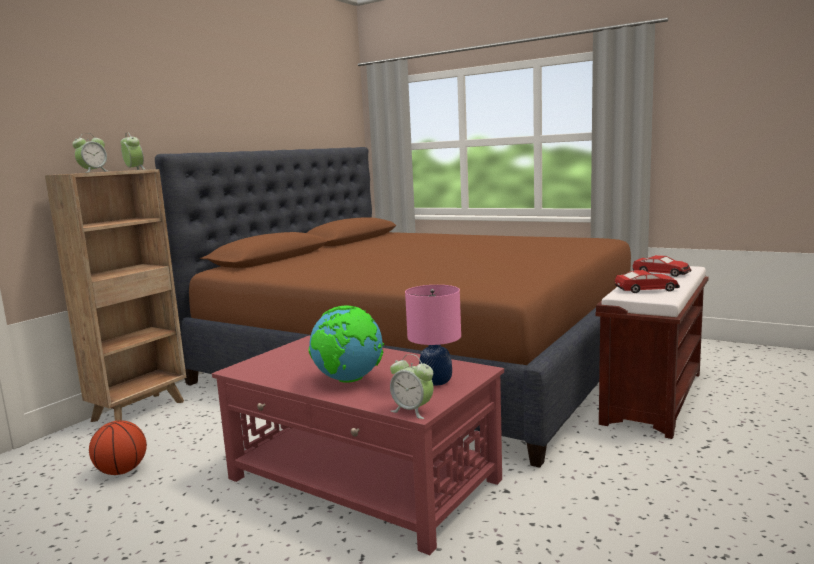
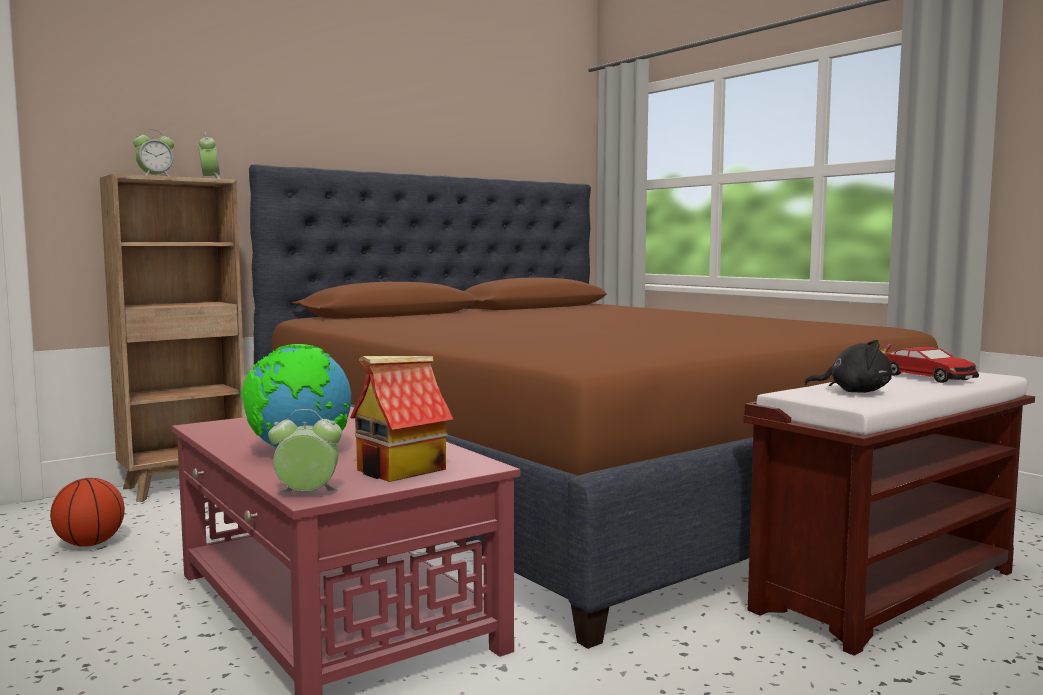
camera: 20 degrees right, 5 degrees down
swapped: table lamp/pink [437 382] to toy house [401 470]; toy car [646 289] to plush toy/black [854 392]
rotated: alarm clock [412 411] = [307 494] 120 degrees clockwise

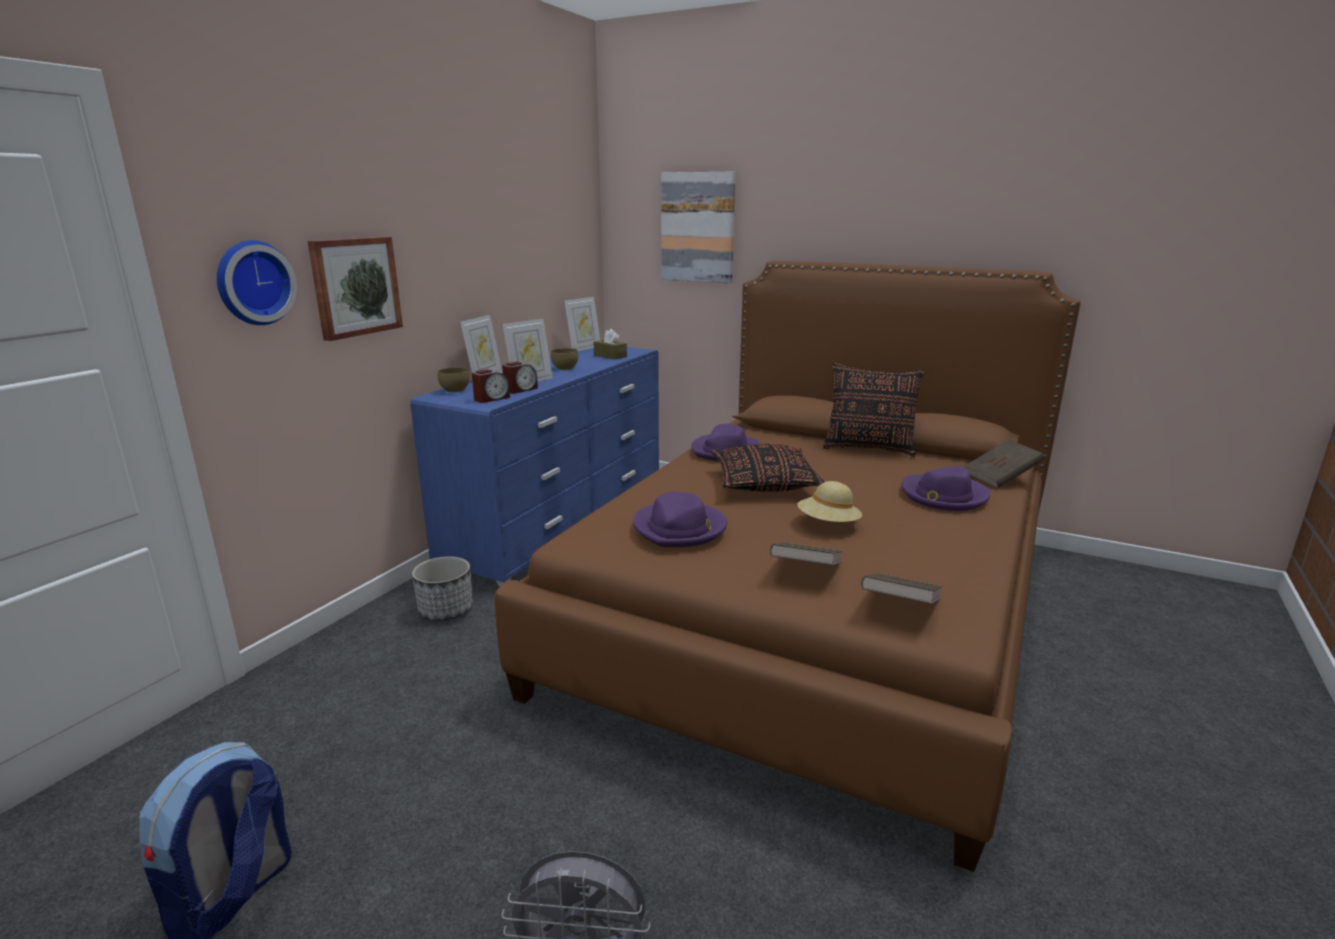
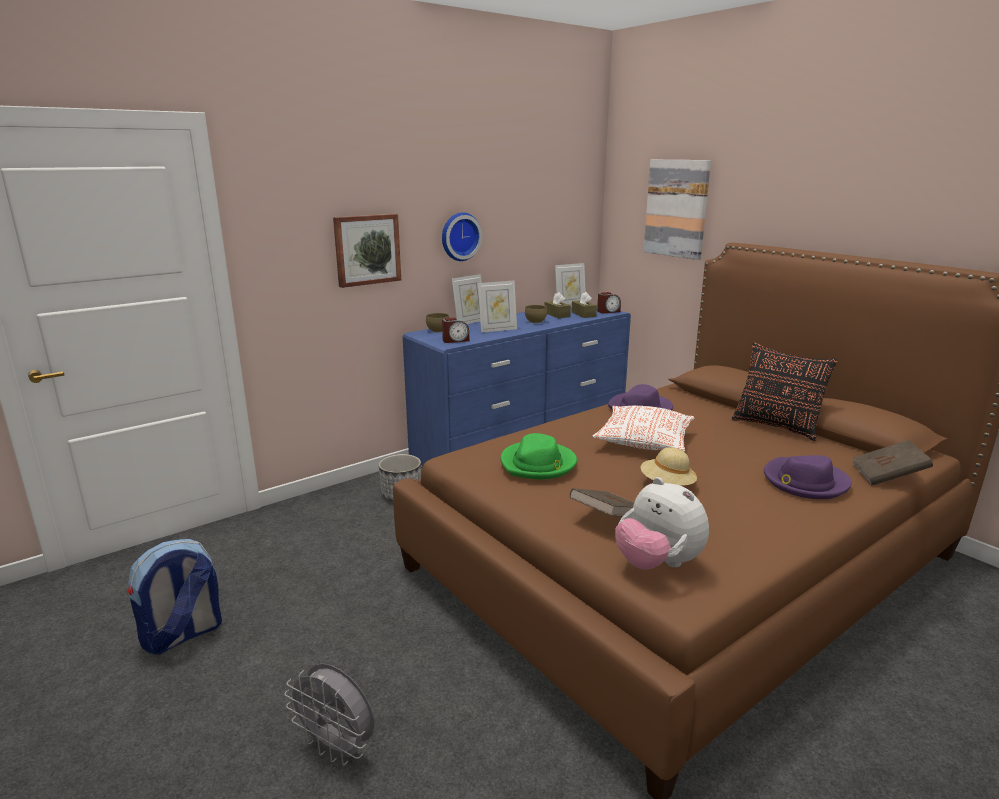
camera: 25 degrees right, 0 degrees up
new: tissue box/brown [557 315]
shifted: wall clock [253 283] to [459 236]; alarm clock [520 390] to [608 311]
swapped: book/brown [899 607] to plush toy [657 564]
repainted: hat/purple [680 528] to hat/green [538 464]; pillow/black [764 484] to pillow/white [644 441]

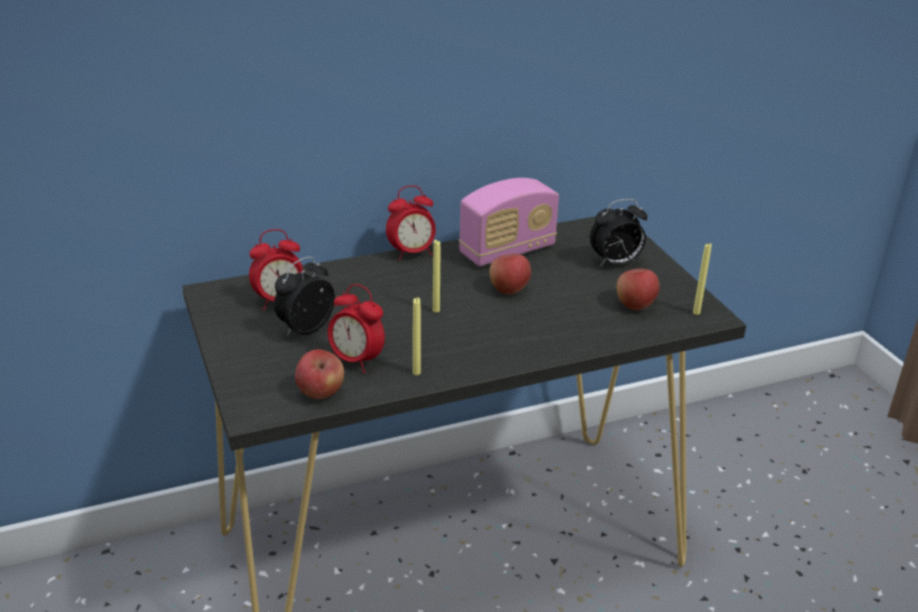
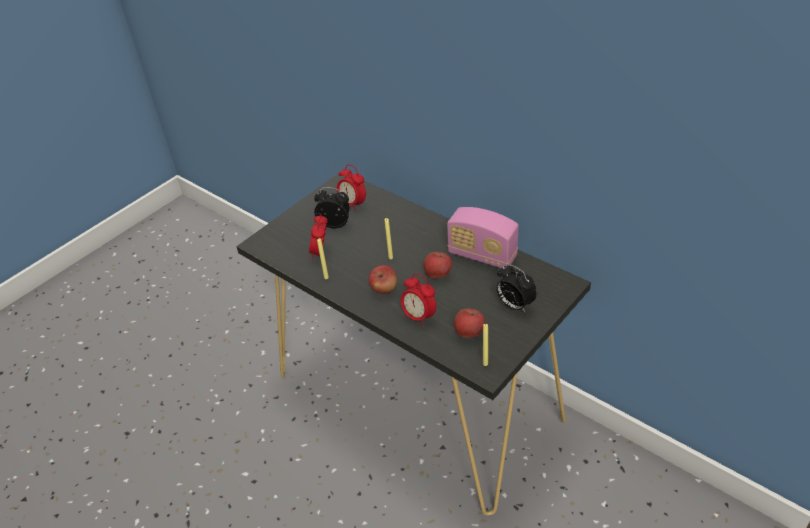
camera: 65 degrees right, 10 degrees up
shifted: apple [320 393] to [384 289]; alarm clock [412 253] to [419 317]

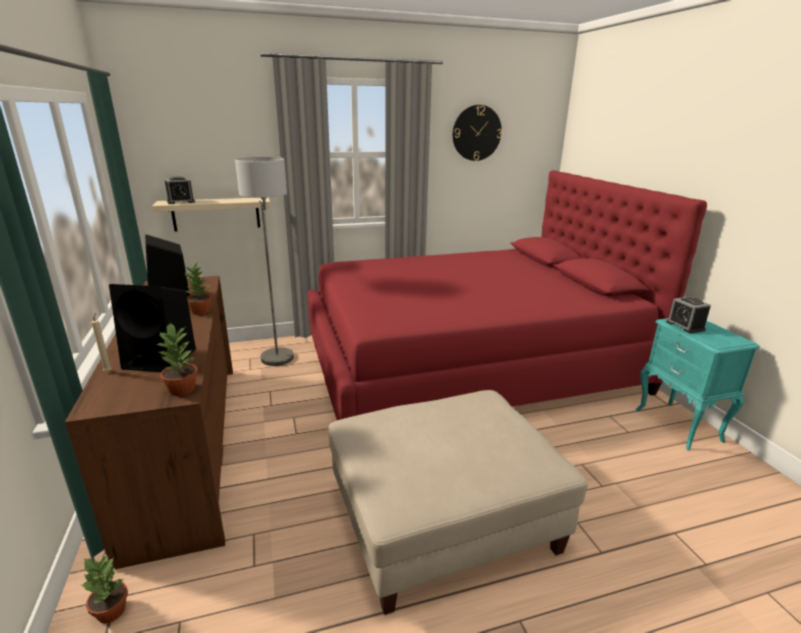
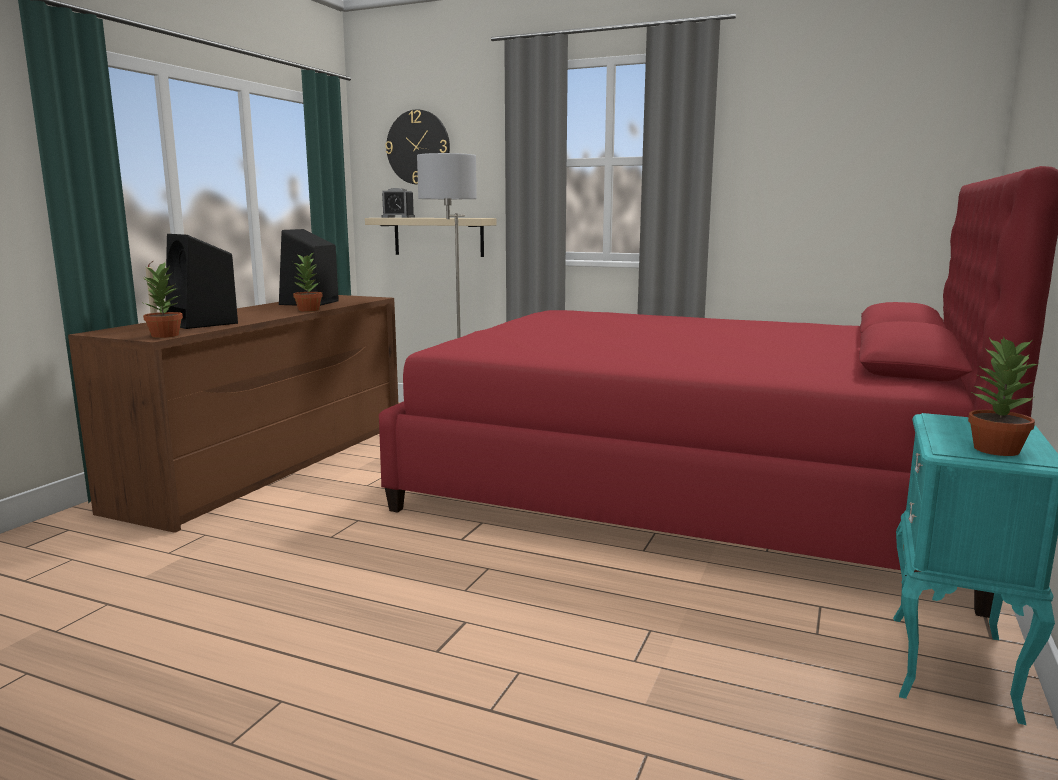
camera: 40 degrees right, 10 degrees down
gone: ottoman/beige [443 518]; alarm clock [685 326]
shifted: wall clock [476 133] to [418 147]; potted plant [110 611] to [994 449]

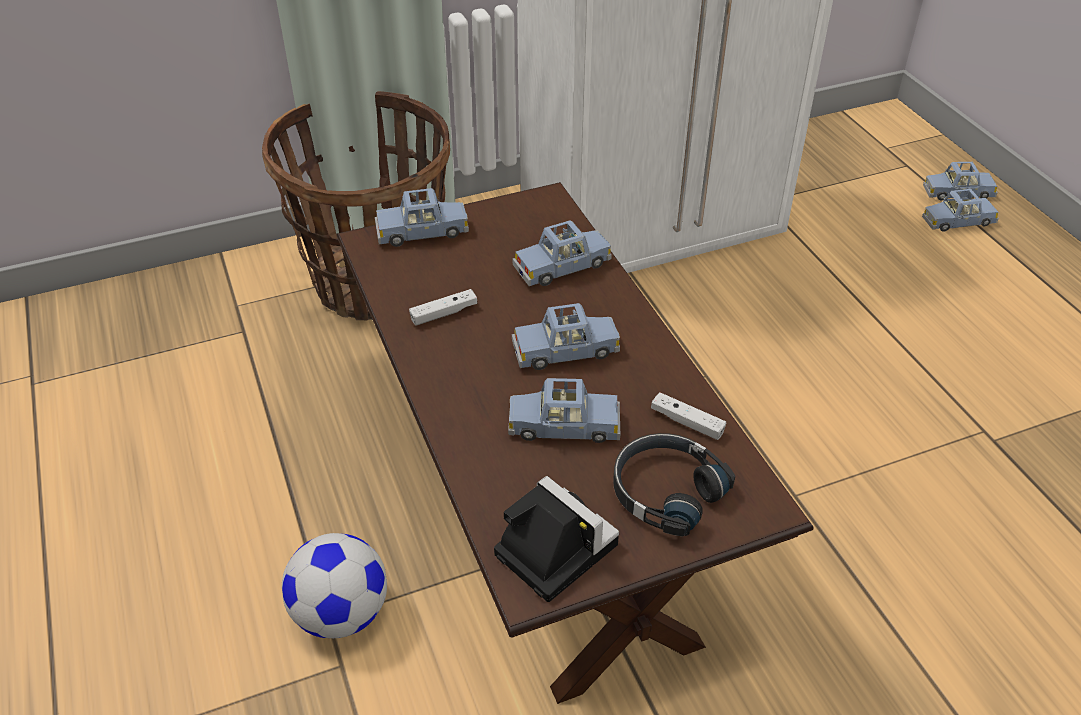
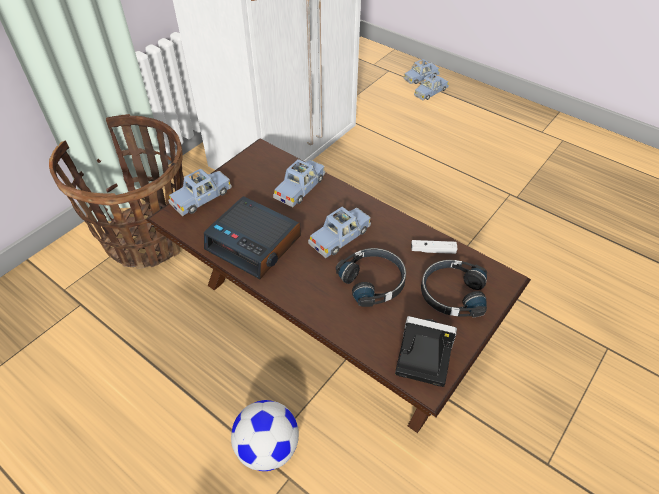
camera: 30 degrees left, 5 degrees up
swapped: game controller/white [444 313] to alarm clock [254 243]; toy car/blue [564 426] to headphones/black [373 281]

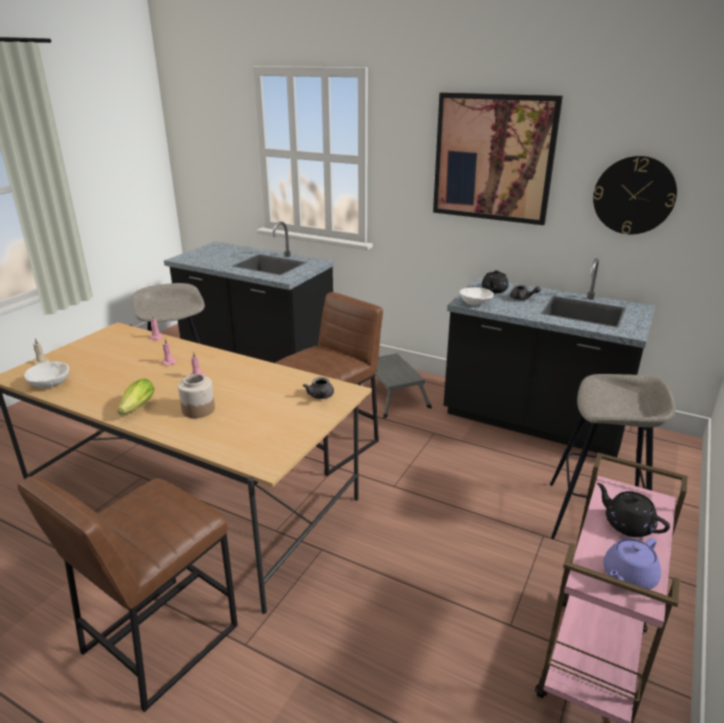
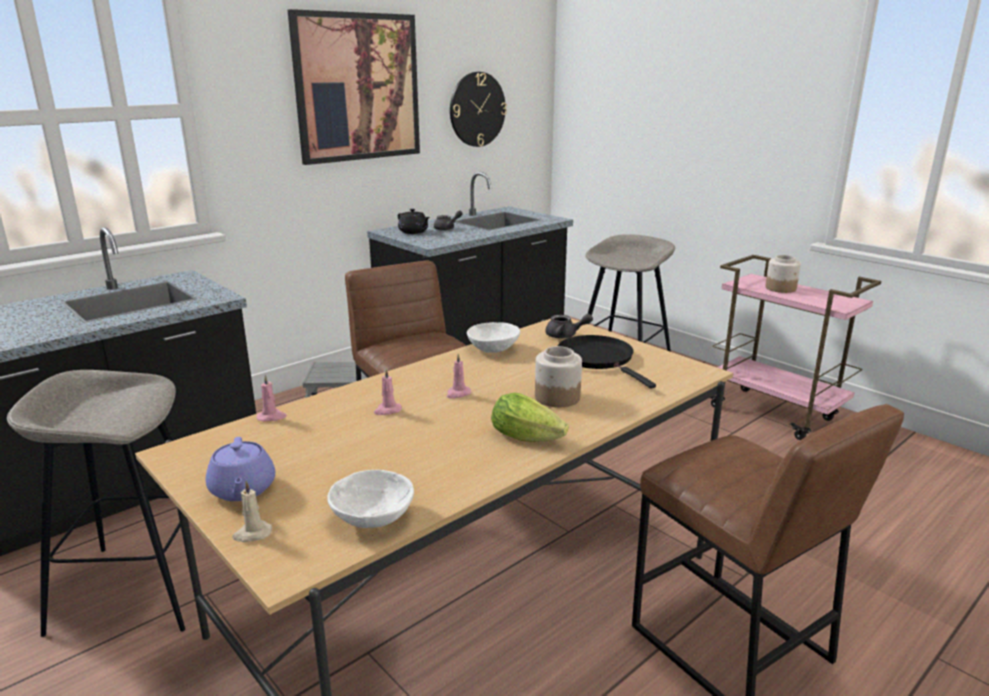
camera: 70 degrees left, 5 degrees down
new: frying pan/black [598 359]
shifted: teapot/purple [628 577] to [242 490]; bowl/white [476 304] to [494 349]
swapped: teapot/black [627 524] to jar [781 288]

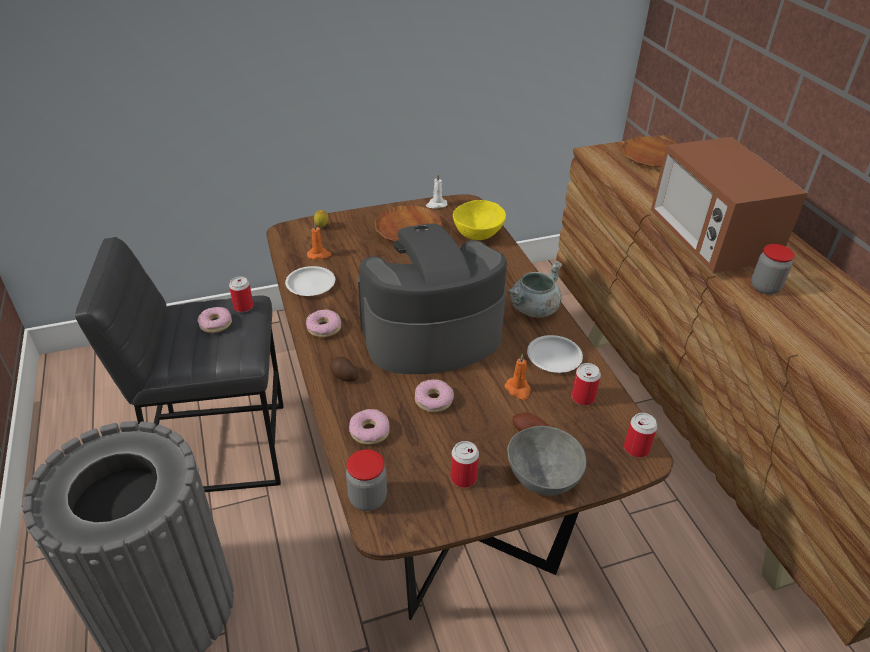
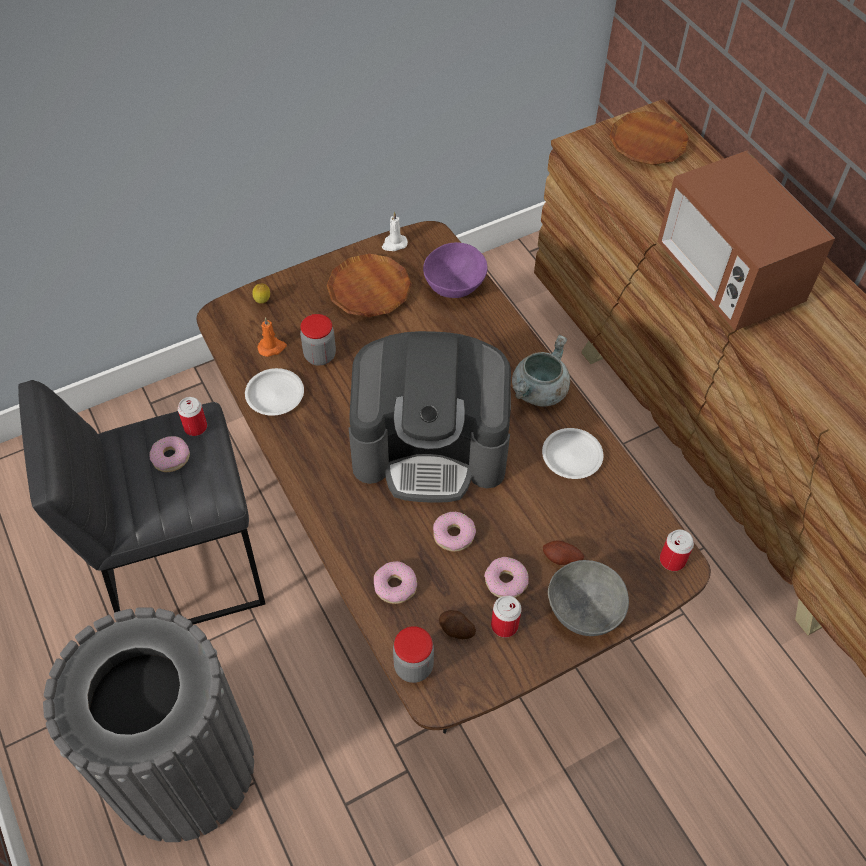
camera: 10 degrees left, 15 degrees up
gone: candle/orange [518 389]; can [583 398]
shifted: jar [765 287] to [320 355]; potato [343 376] to [456 630]; donut [324 328] to [506 581]
repainted: bowl/yellow [479 234] to bowl/purple [455 286]
rotated: coffee machine [430 334] = [431 446] 150 degrees counterclockwise

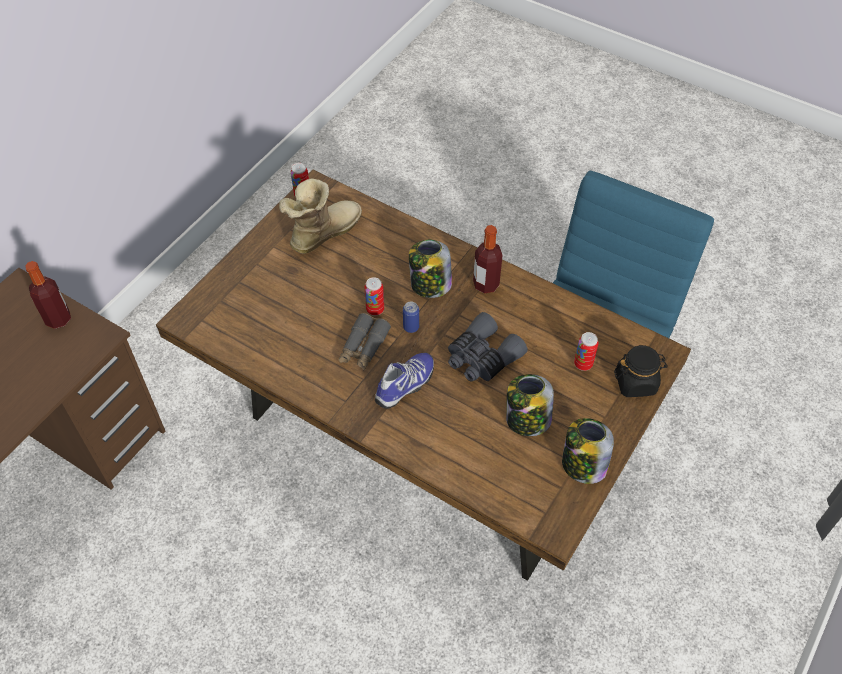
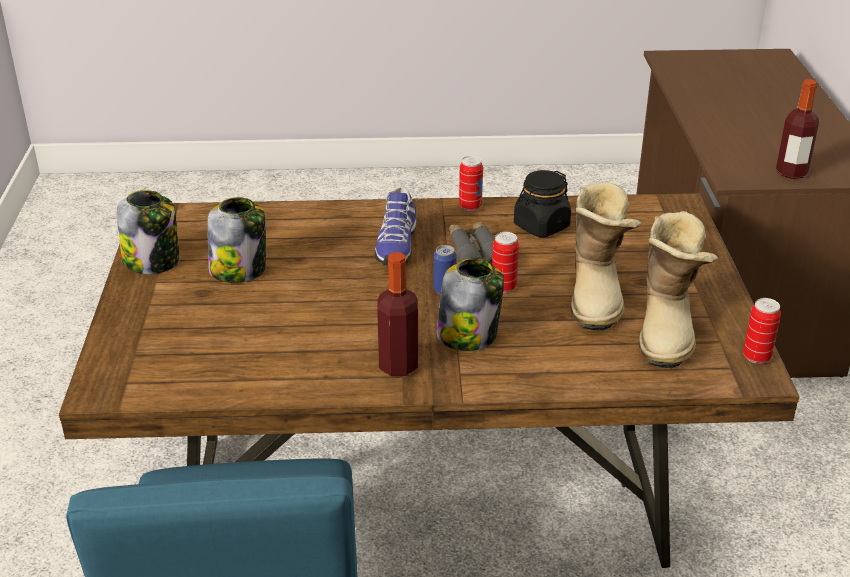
camera: 145 degrees right, 20 degrees down
gone: binoculars/grey [482 357]
new: boot [598 295]
shifted: can [583 364] to [470 207]; jar/black [636 382] to [541 226]

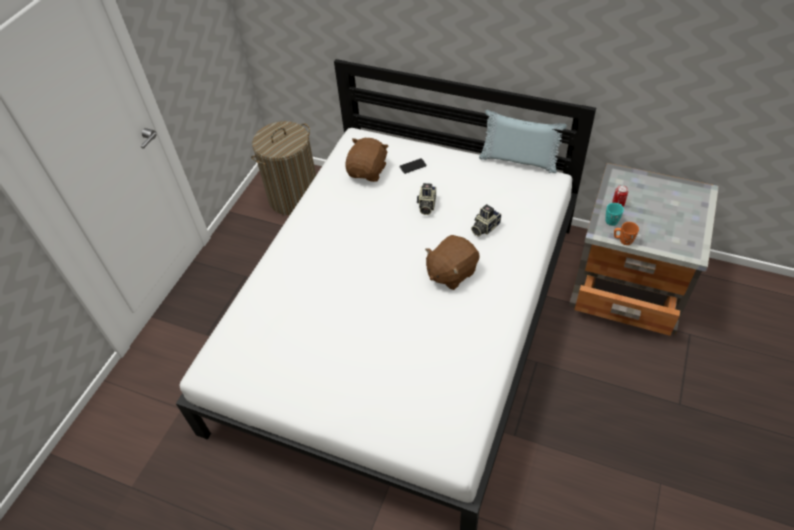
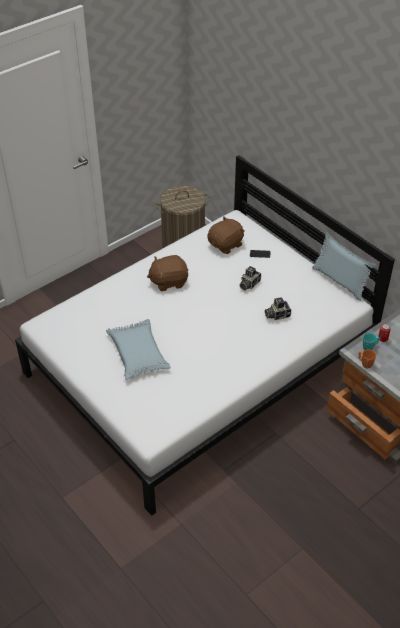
camera: 25 degrees right, 5 degrees down
new: pillow/blue [137 352]
shifted: plush toy/brown [451 272] to [168 281]

